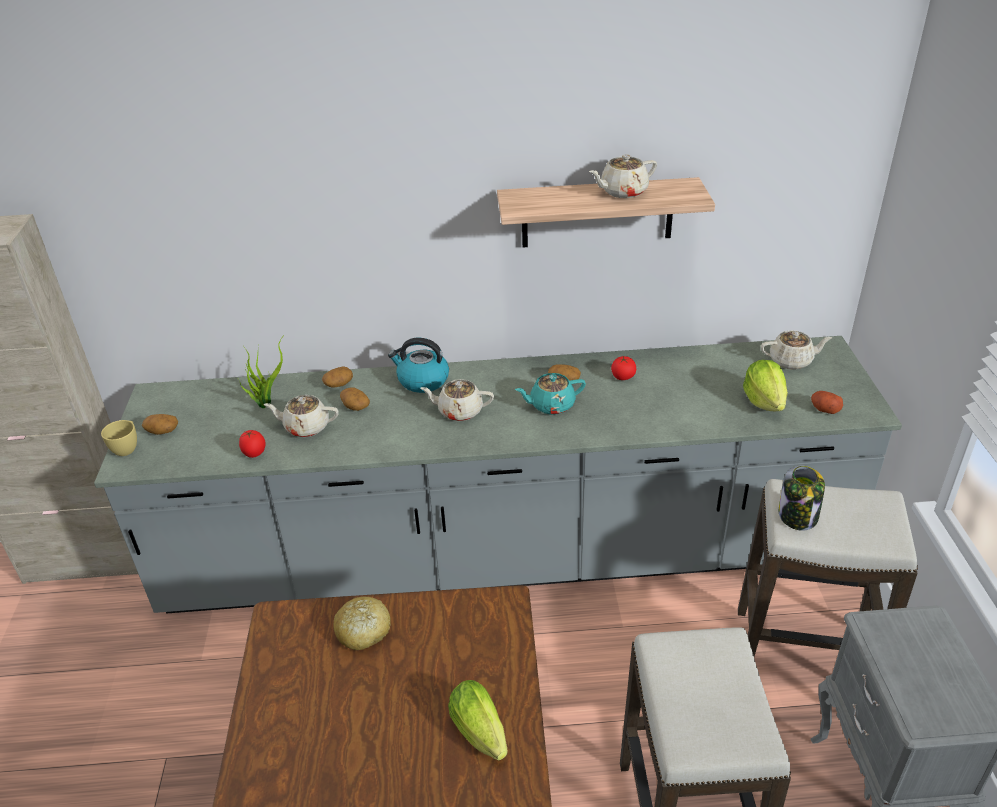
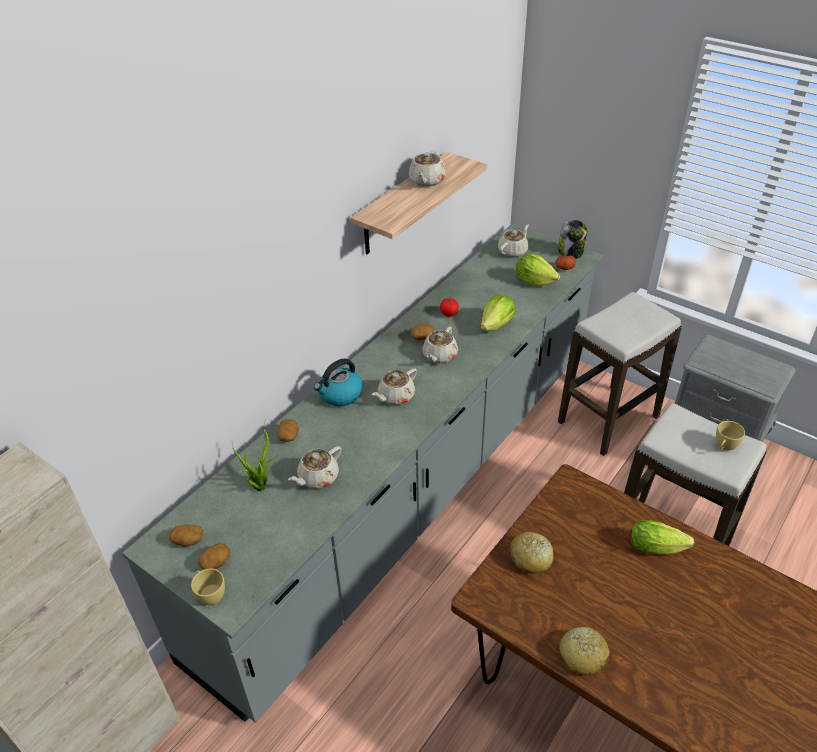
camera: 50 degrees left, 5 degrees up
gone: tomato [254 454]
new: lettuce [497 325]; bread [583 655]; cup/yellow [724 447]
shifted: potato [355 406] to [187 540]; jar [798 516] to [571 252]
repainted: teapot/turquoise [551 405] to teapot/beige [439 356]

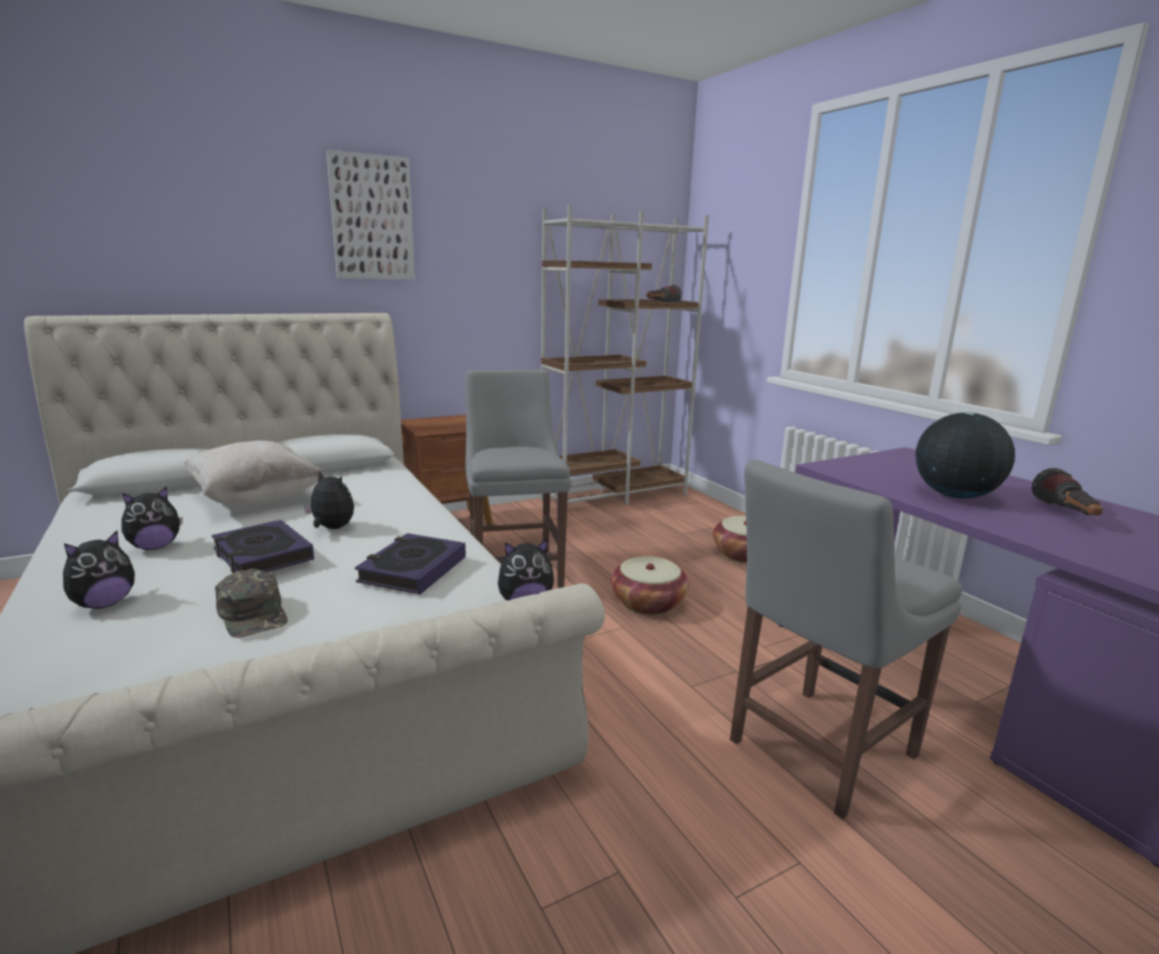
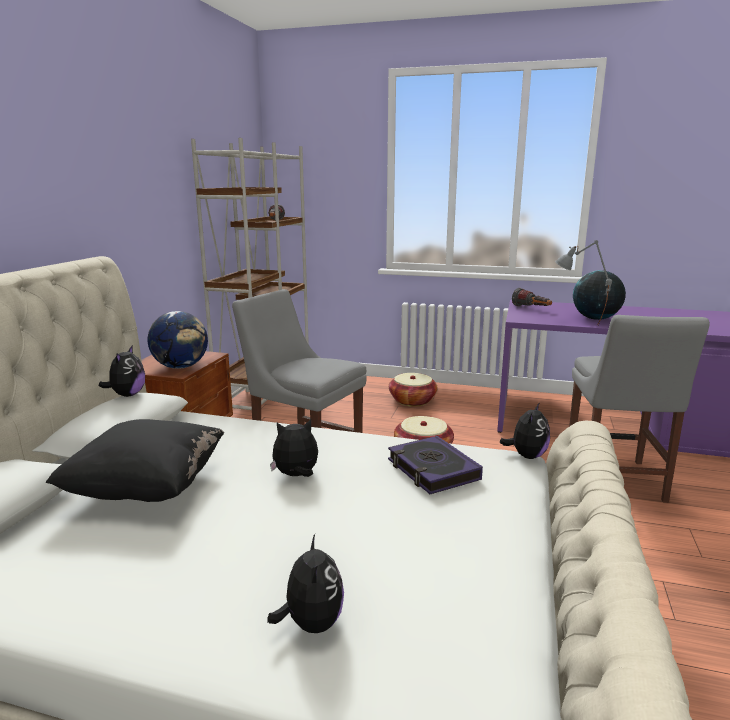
camera: 45 degrees left, 0 degrees up
gone: book [262 555]; cap/green [254 614]; picture [372 218]
new: globe [181 367]; table lamp/grey [576 325]
shifted: plush toy [155 547] to [127 395]; flashlight [1066 515] to [532 309]
repainted: pillow/beige [256 499] to pillow/black [147 489]

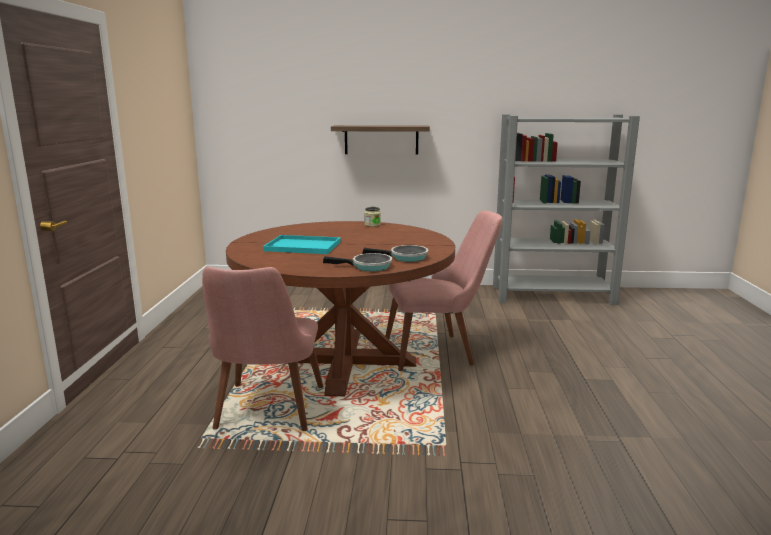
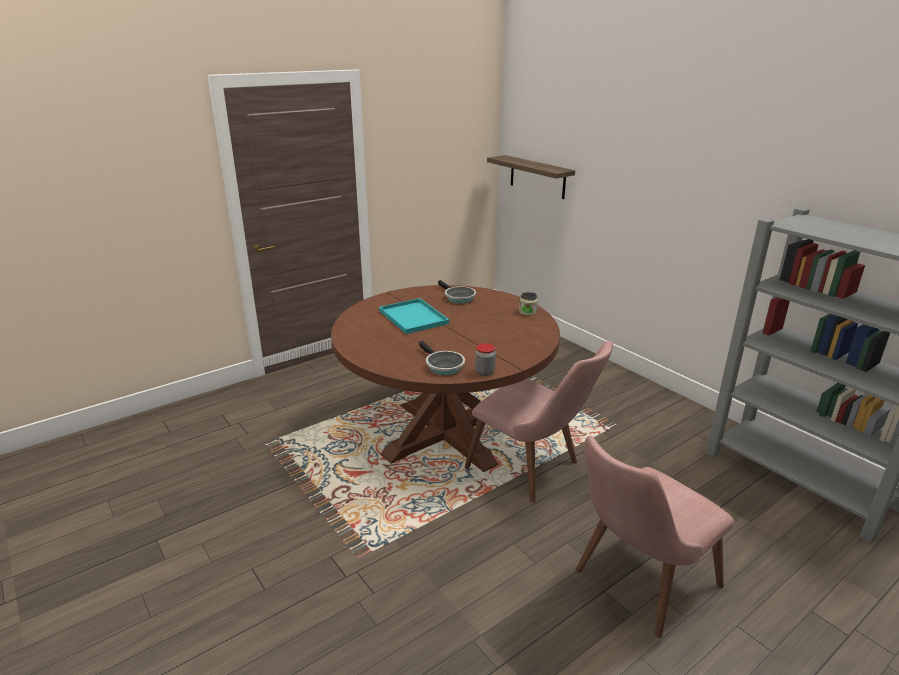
camera: 50 degrees right, 10 degrees up
new: jar [485 372]
shifted: frying pan [368 267] to [458 297]; shelf [381 139] to [537 177]; chair/pink [267 415] to [636 586]

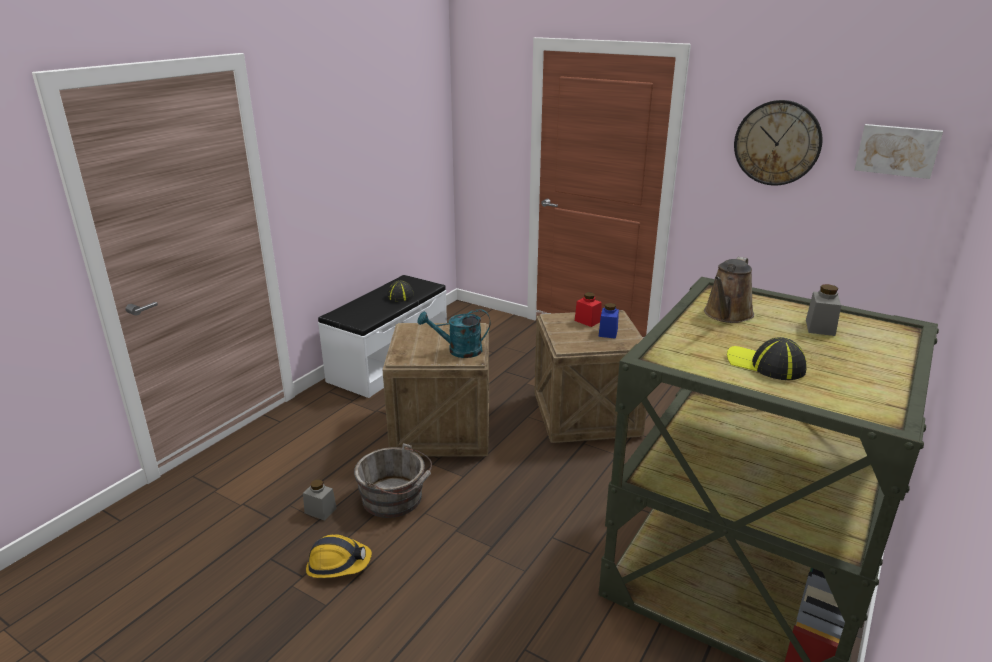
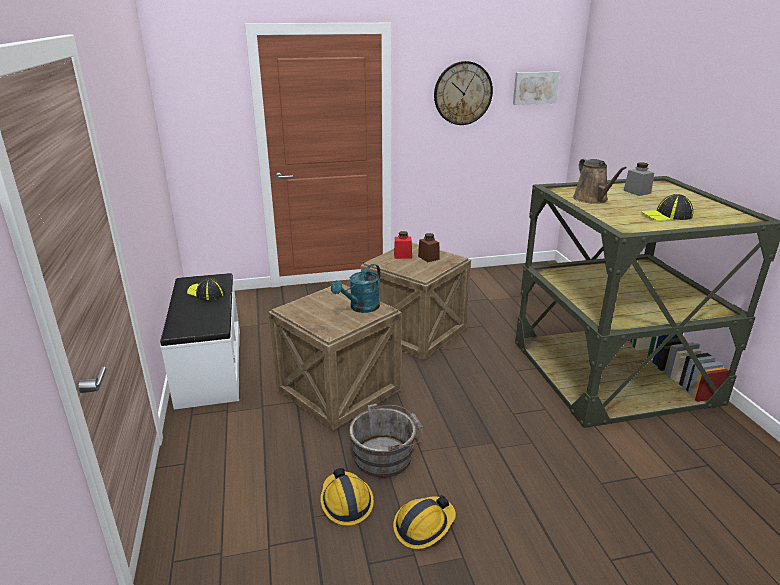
camera: 45 degrees left, 0 degrees up
swapped: jar/grey [320 511] to hard hat [346 502]
repainted: jar/blue [608 332] to jar/brown [428 258]

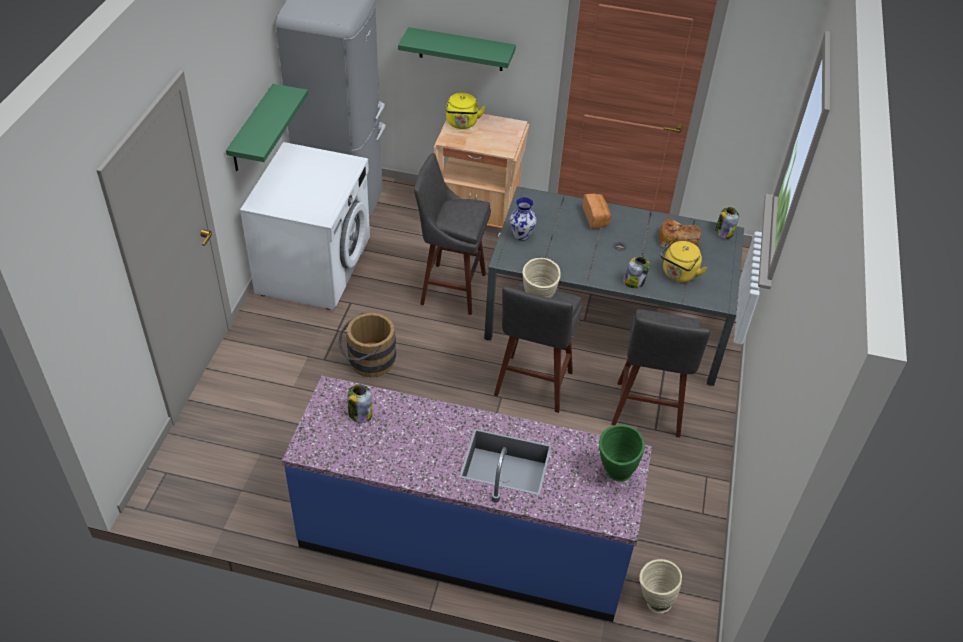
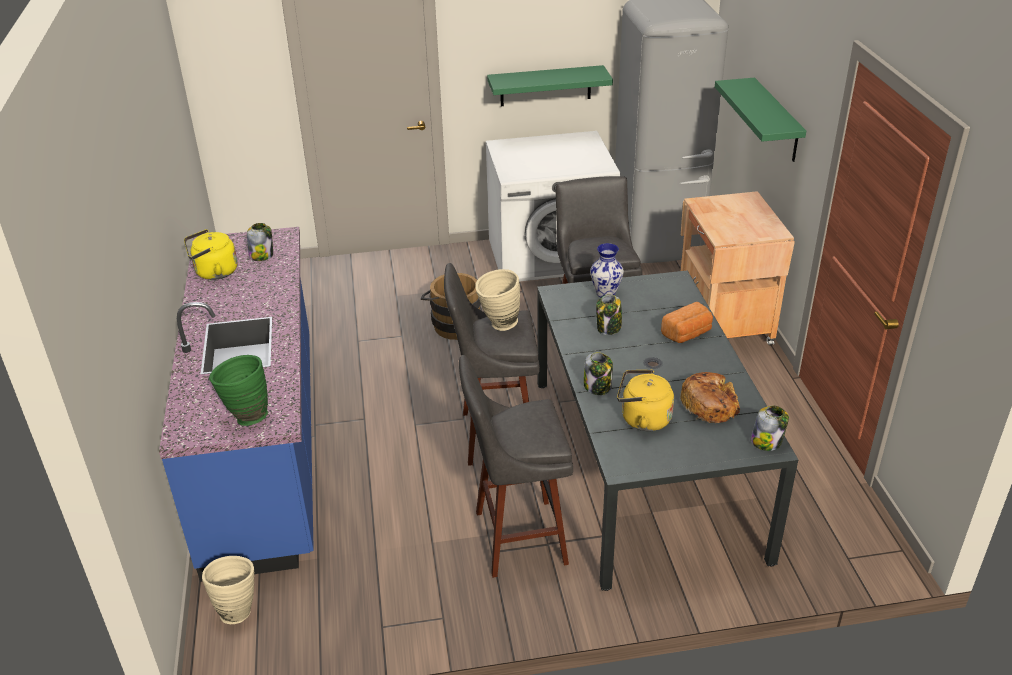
camera: 70 degrees right, 10 degrees down
new: jar [609 328]
shifted: kettle/yellow [462 124] to [214 272]

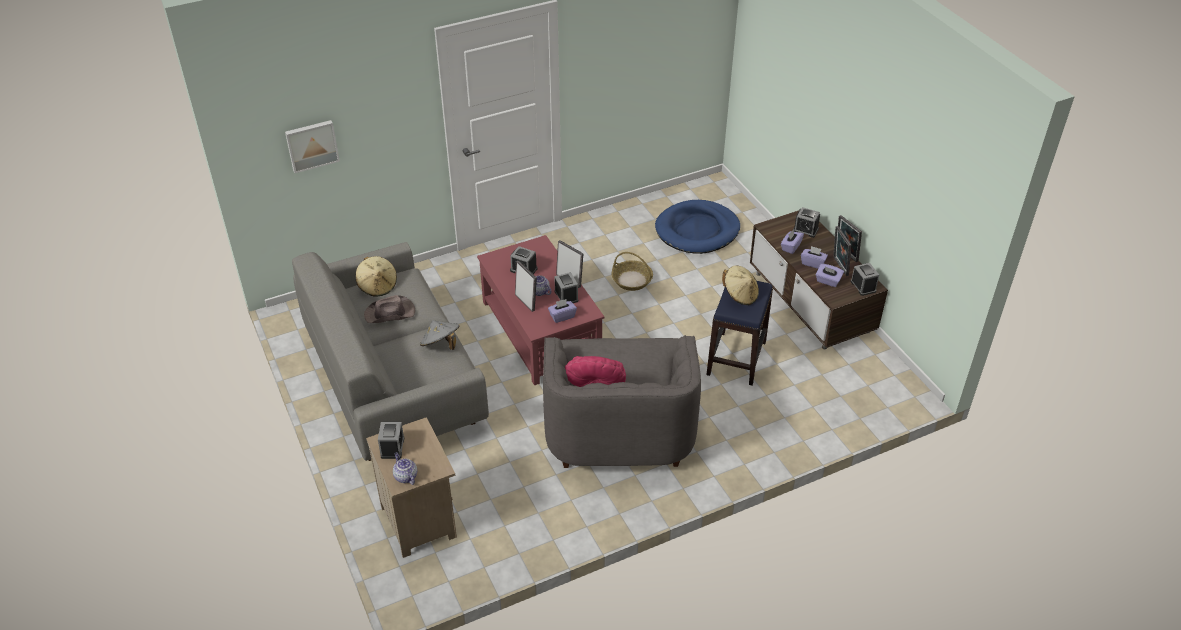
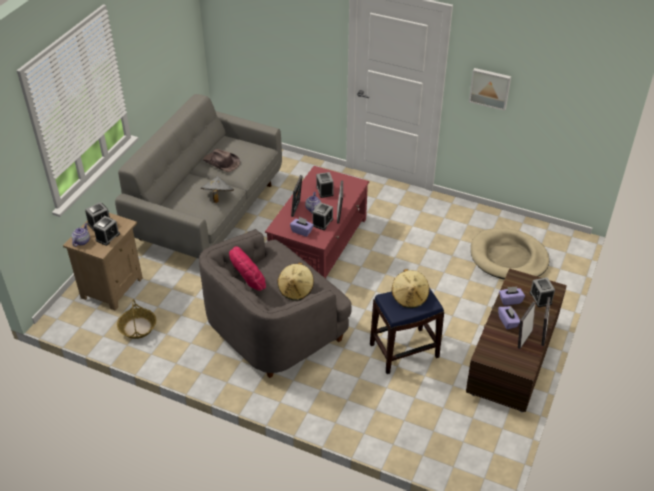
camera: 50 degrees right, 0 degrees up
gone: tissue box/purple [828 281]
shifted: alarm clock [863 286] to [107 237]; basket [631 280] to [137 327]; hat/beige [377 286] to [296 290]; picture [312 145] to [490 88]
repainted: dog bed/blue [697 230] to dog bed/beige [508 258]

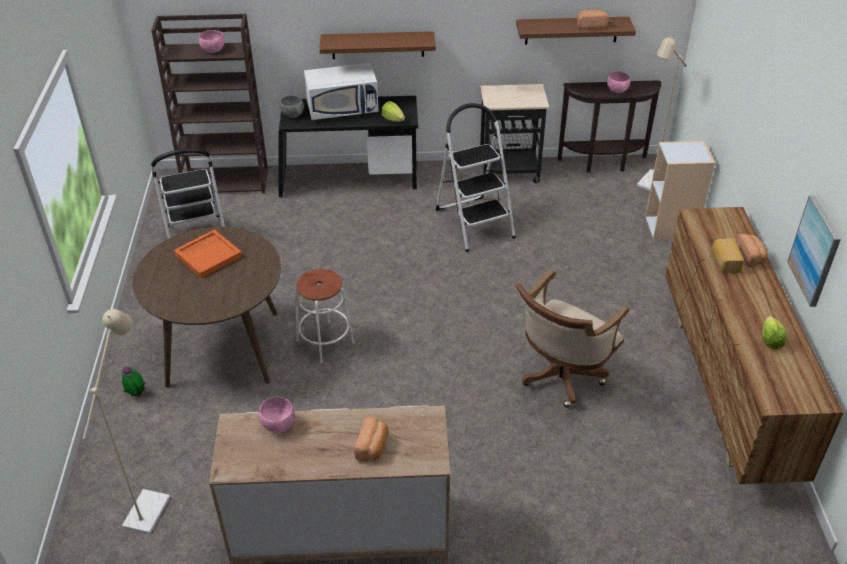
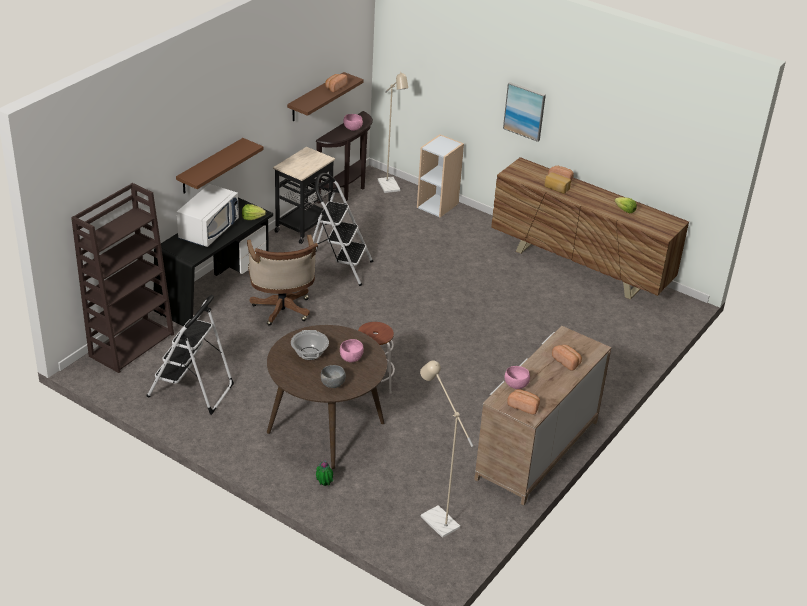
camera: 55 degrees left, 5 degrees down
new: bread [524 406]
shifted: office chair [560 379] to [283 310]; bowl/grey [292 115] to [333 385]; bowl/pink [213 50] to [351 359]; picture [815 251] to [524 111]
swapped: tray/orange [208 255] to cooking pot [309 353]

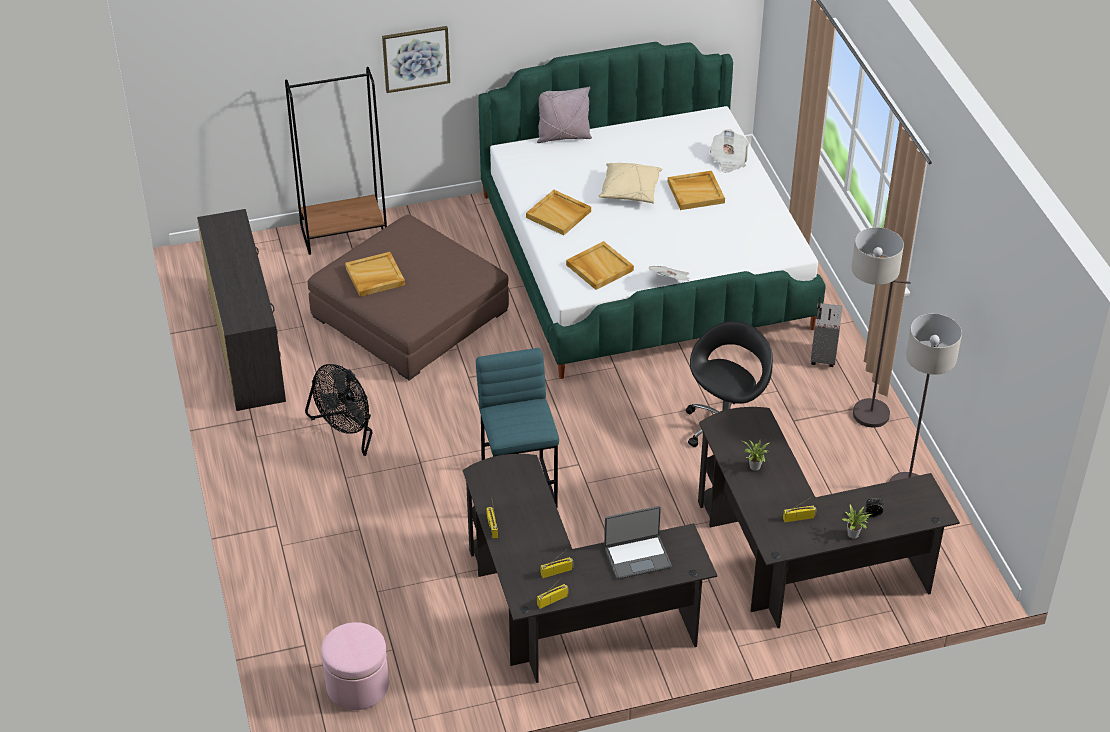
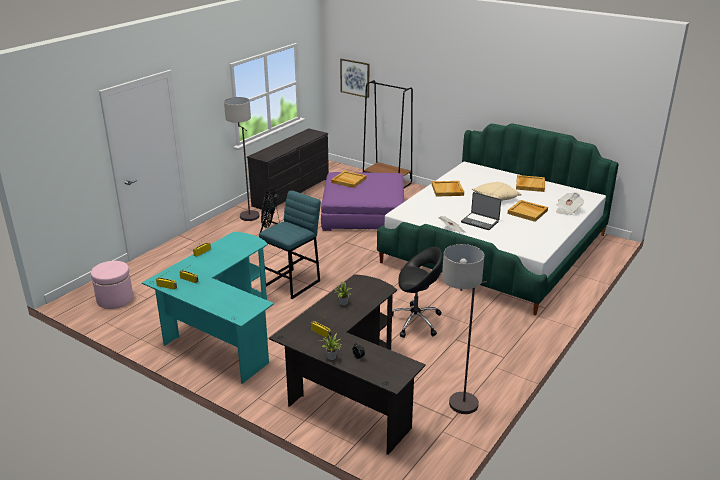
camera: 50 degrees right, 15 degrees down
gone: pillow/purple [563 137]; suitcase/grey [822 356]
shifted: floor lamp/grey [859 413] to [247 214]; picture [416 58] to [355 77]; laptop [637 557] to [480 221]; tray/beige [599 267] to [530 184]
repainted: desk/black [565 615] to desk/turquoise [220 333]; ottoman/brown [410 314] to ottoman/purple [363 214]

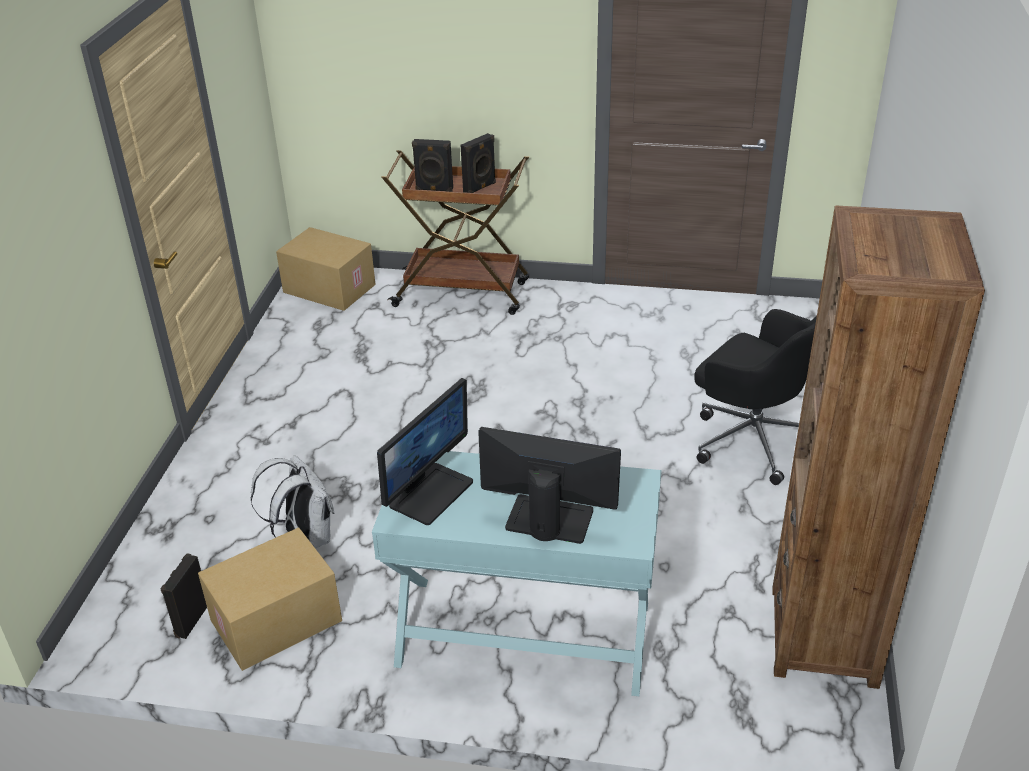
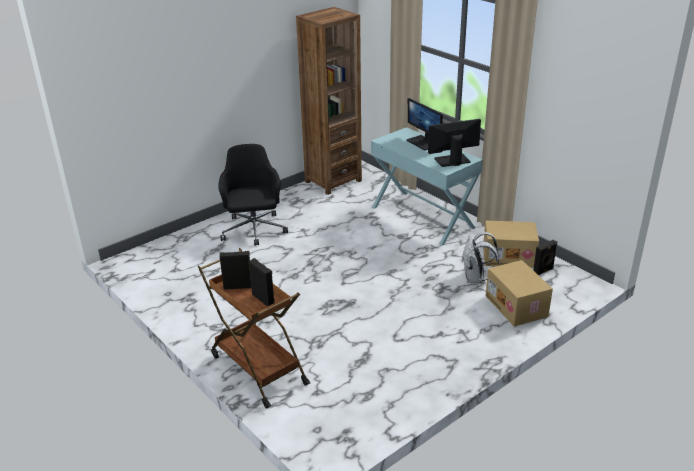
camera: 140 degrees left, 5 degrees down
shifted: cardboard box [328 289] to [517 306]

